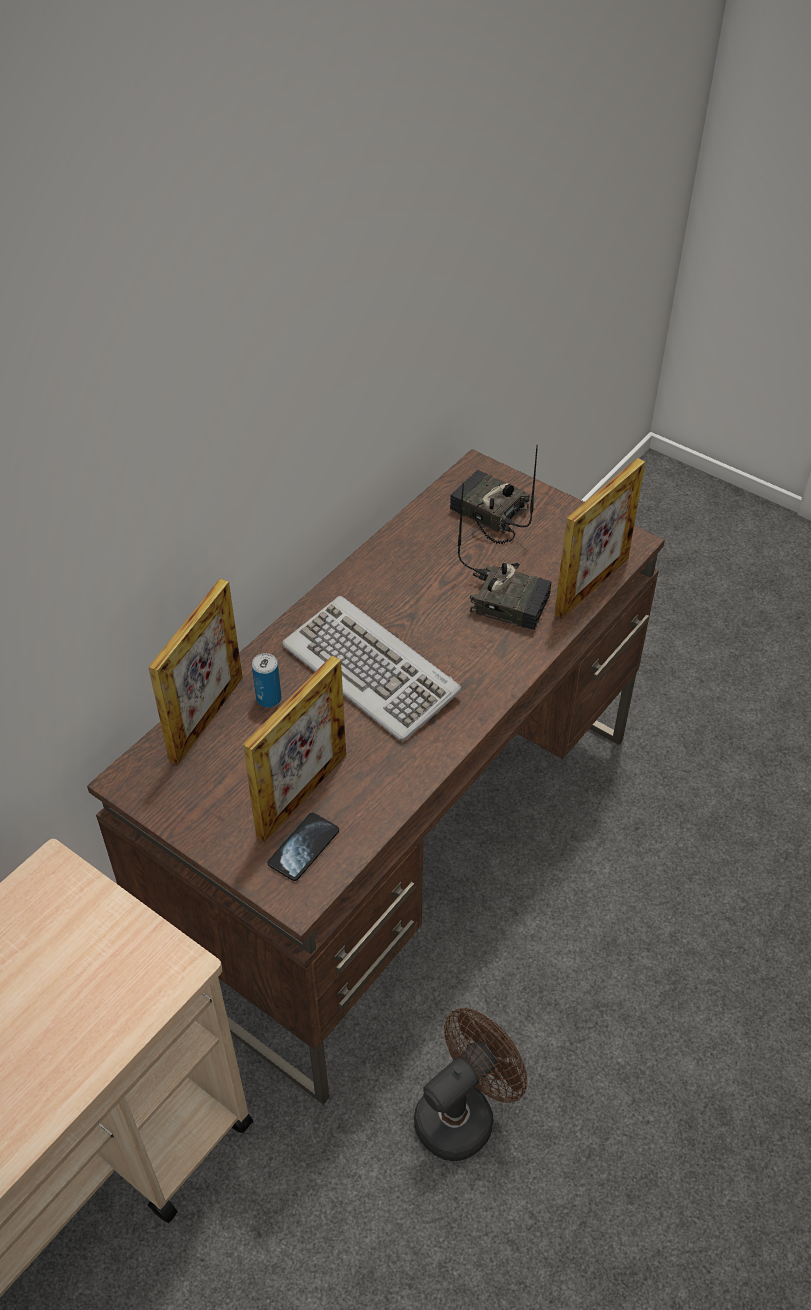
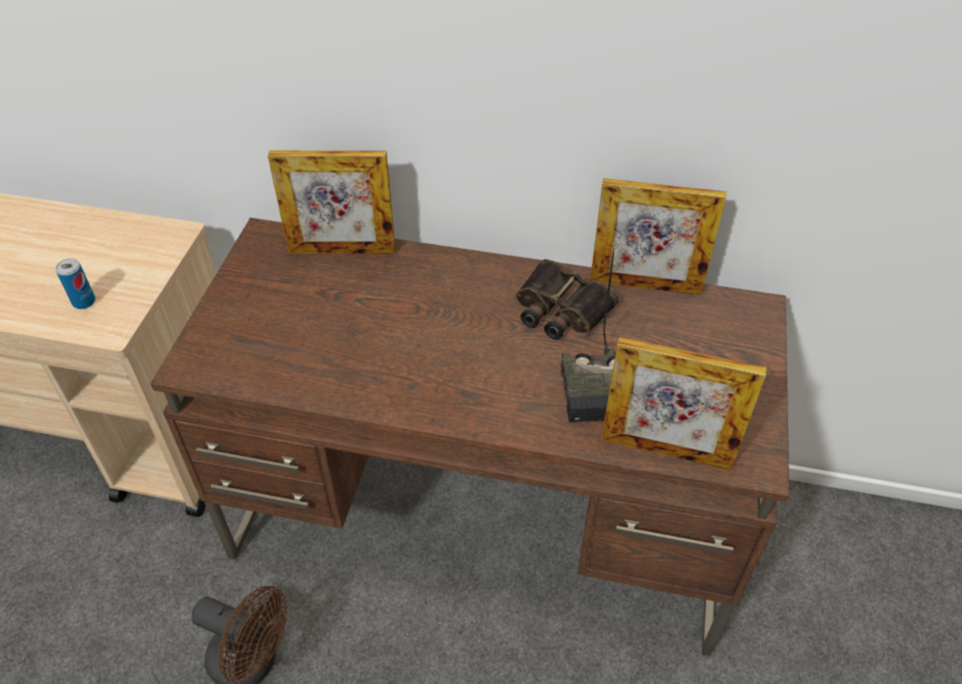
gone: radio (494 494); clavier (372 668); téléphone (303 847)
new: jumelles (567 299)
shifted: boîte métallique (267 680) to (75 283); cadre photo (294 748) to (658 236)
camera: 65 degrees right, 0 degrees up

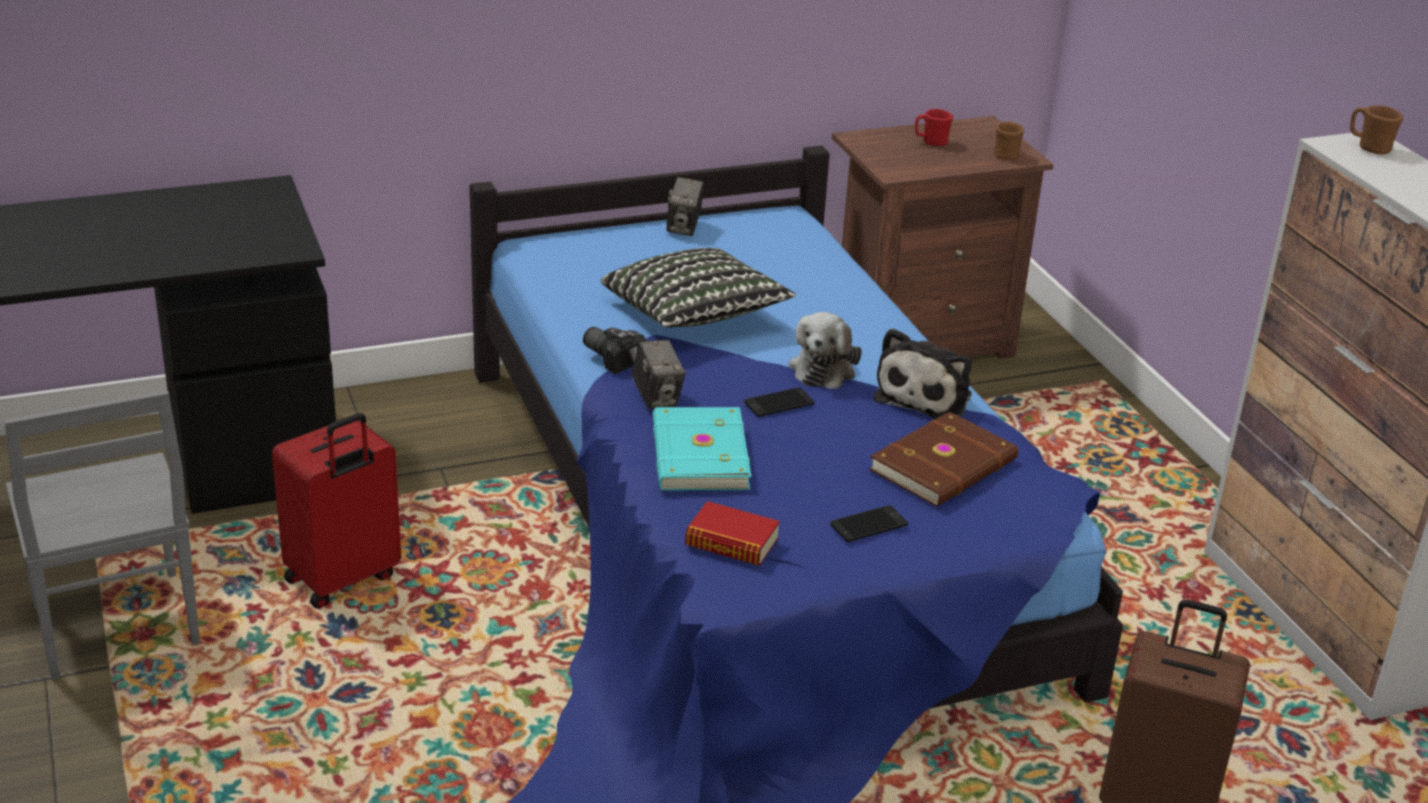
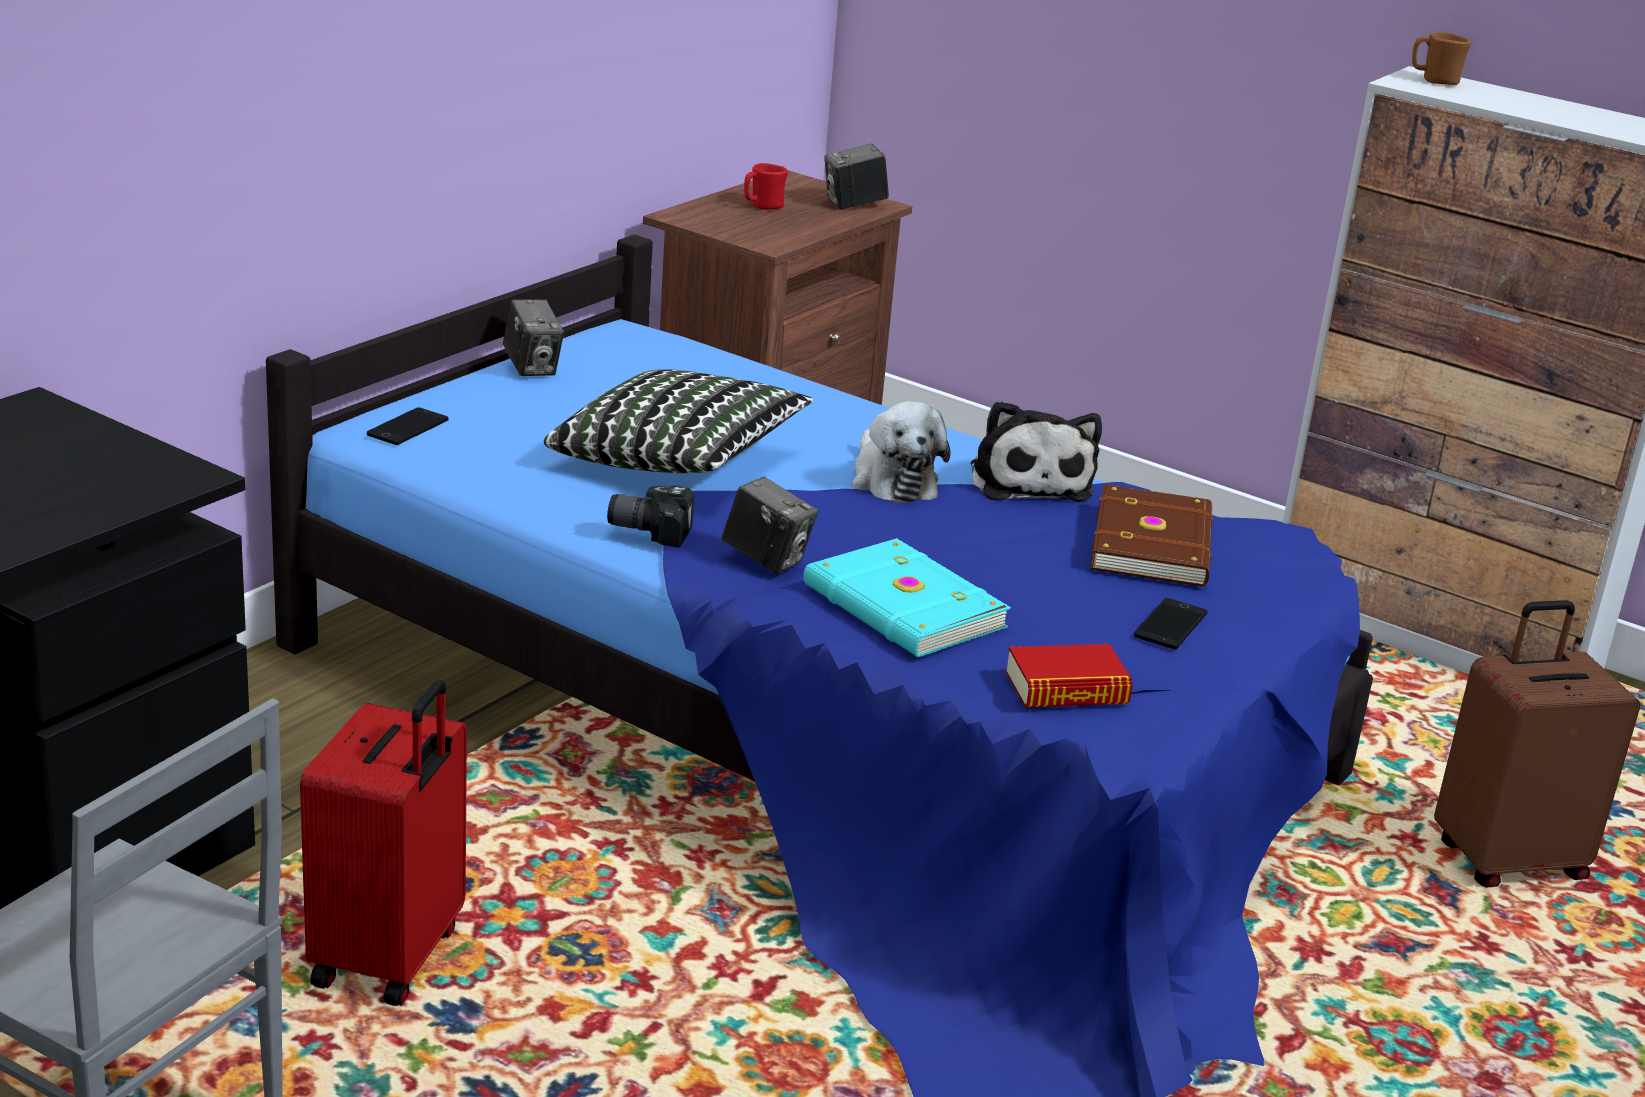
shifted: téléphone (779 402) to (407 426)
swapped: mug/marron (1009 140) to appareil photo (856 176)
camera: 35 degrees left, 5 degrees down

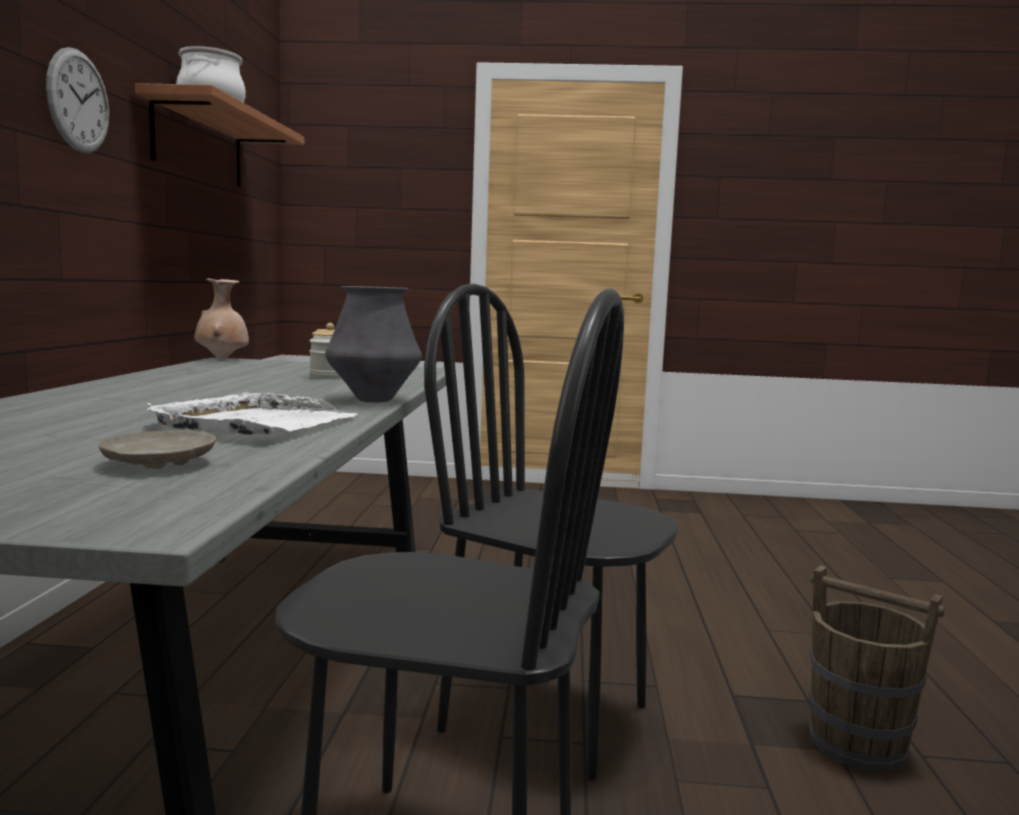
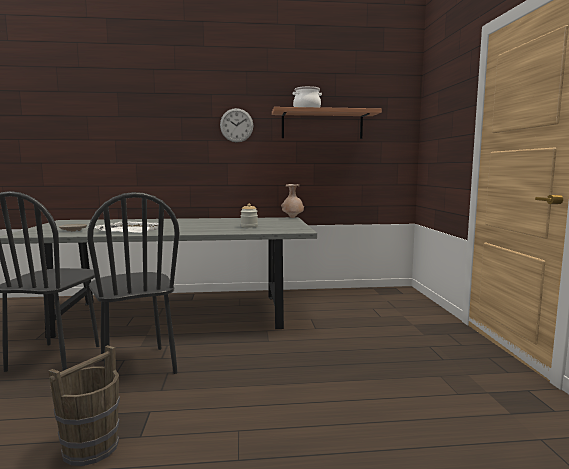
gone: vase (373 344)
rotated: chaise/noir (552 532) = (133 283) 135 degrees clockwise
camera: 80 degrees right, 0 degrees up

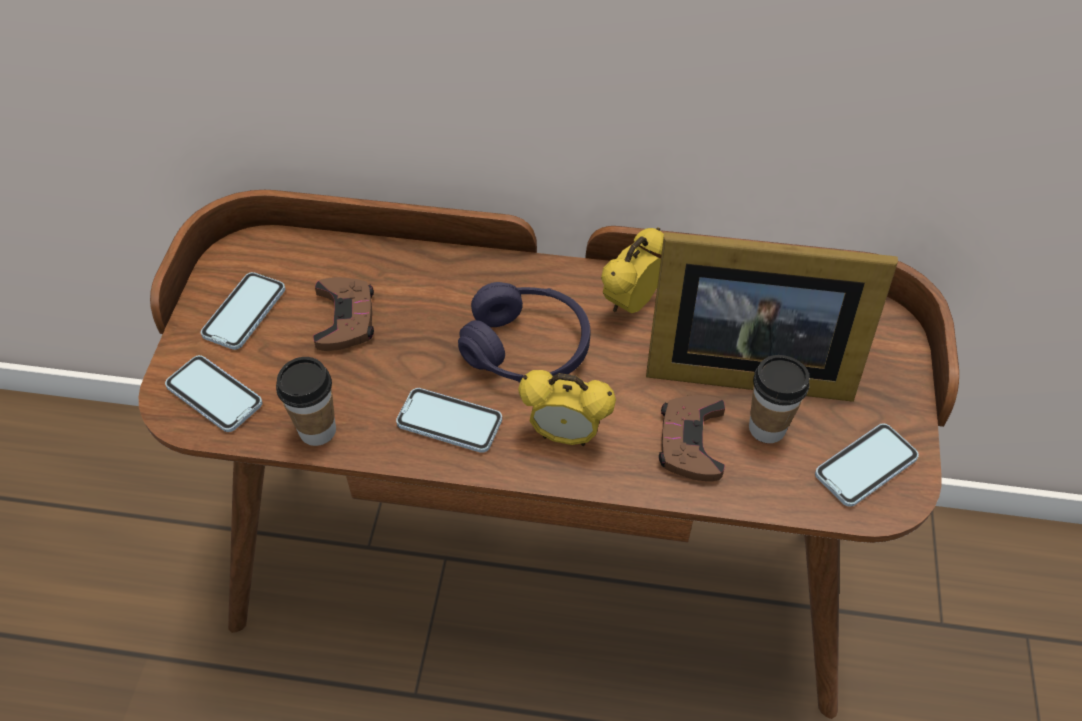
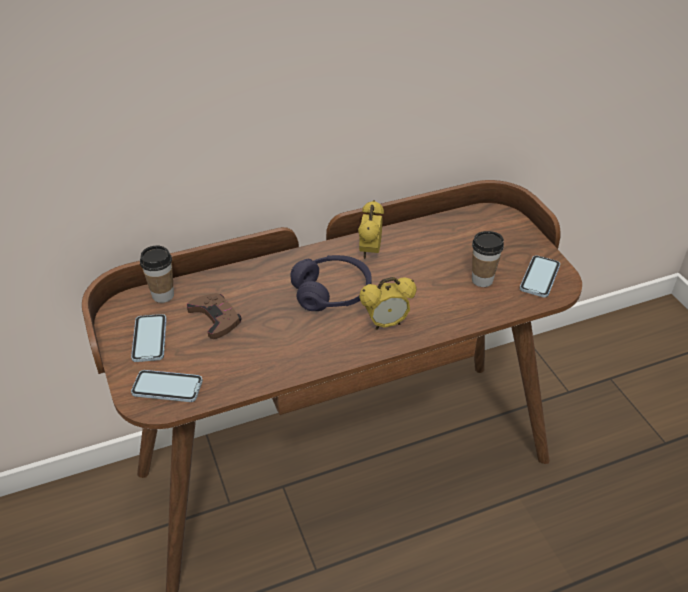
gone: cadre photo (772 317); téléphone (449 420); manette/marron (692 438)
shifted: tasse (306 401) to (157 274)
camera: 30 degrees left, 10 degrees down

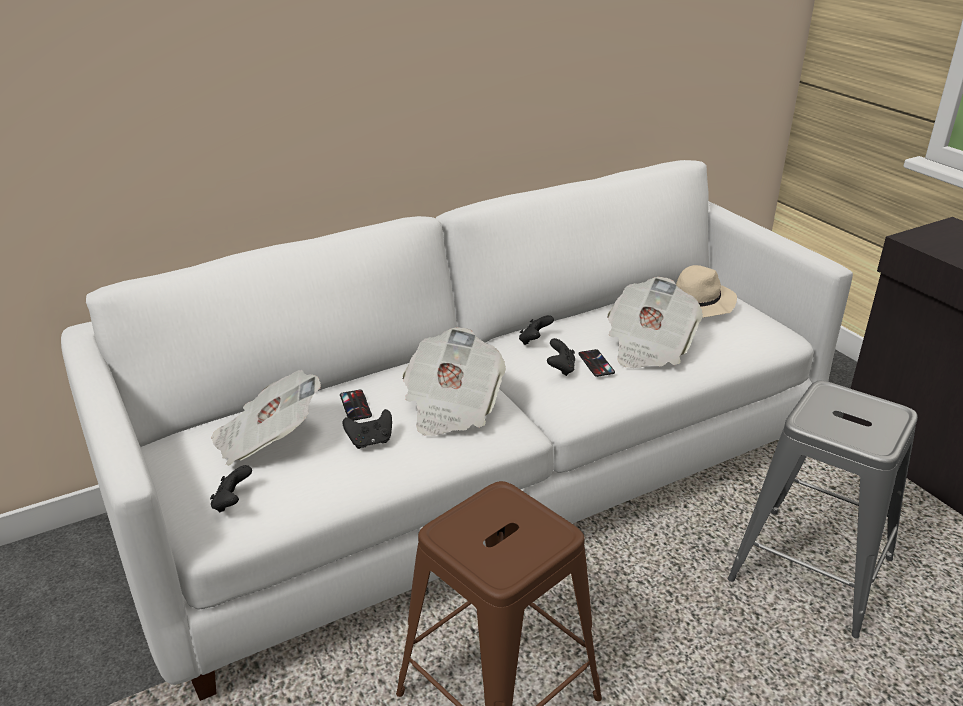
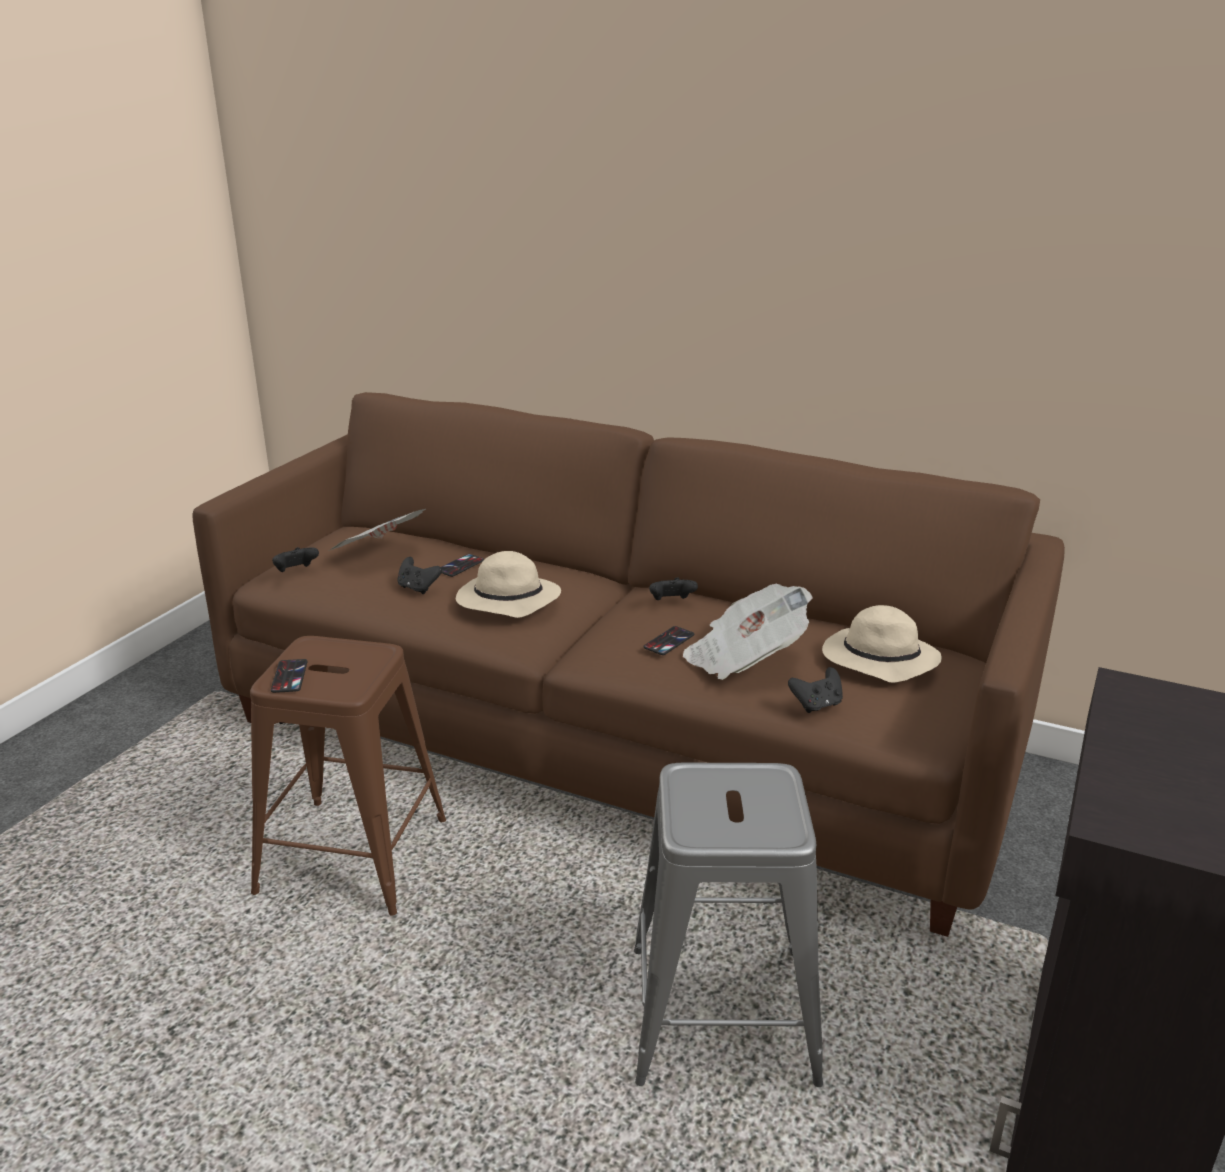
new: téléphone (289 676)
shifted: manette/noir (561 357) to (815 690)
swapped: journal (454 381) to chapeau/beige (508 584)
repainted: canapé/blanc (457 430) to canapé/marron (628 664)
camera: 55 degrees right, 5 degrees down

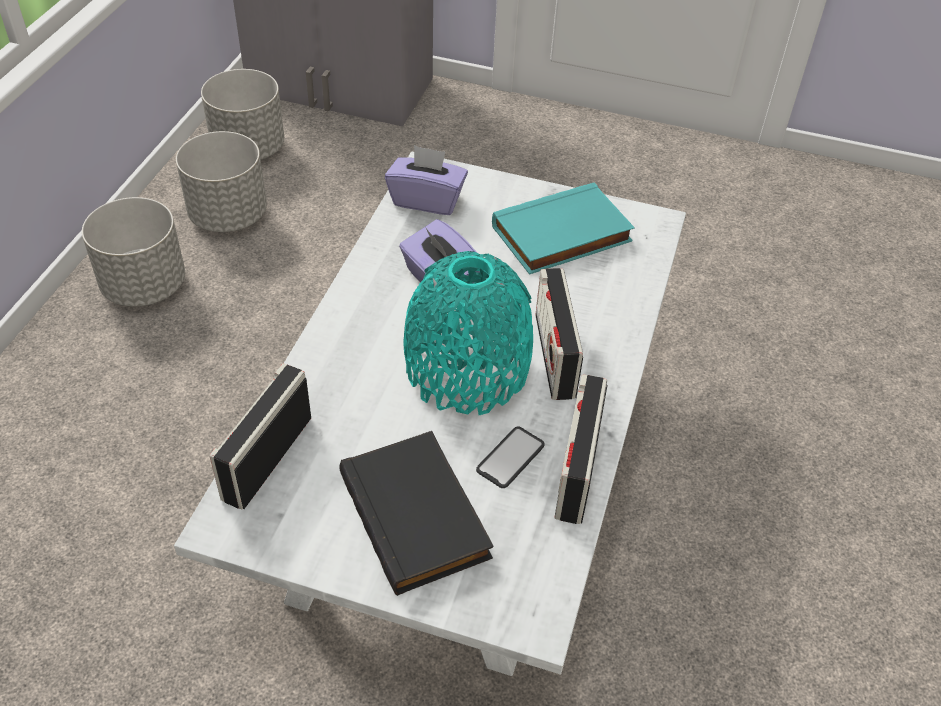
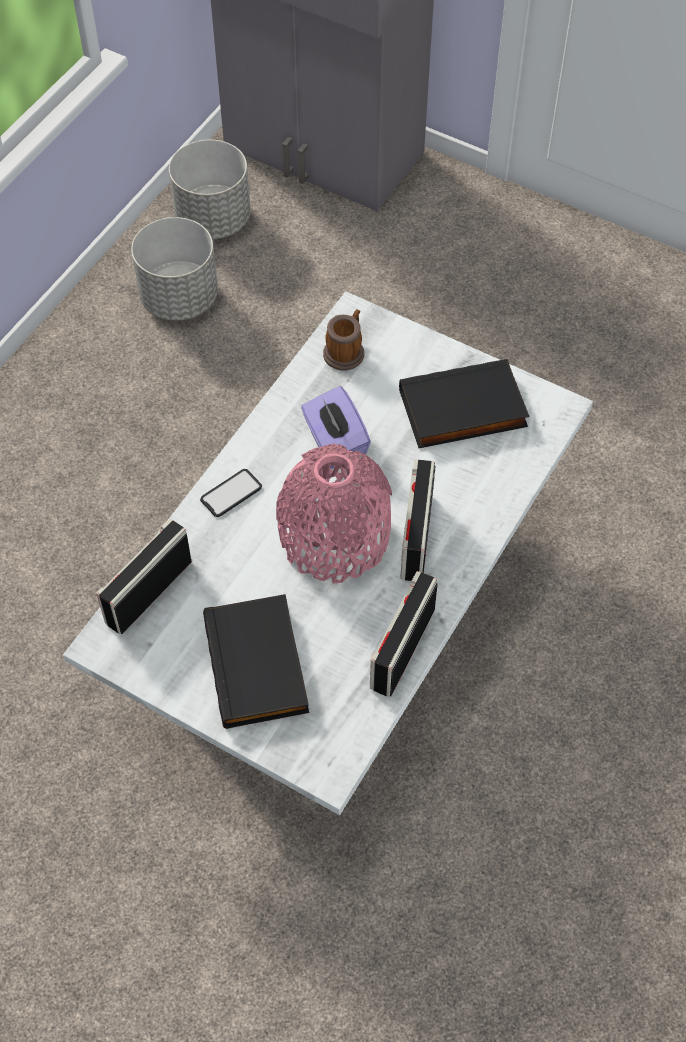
gone: cache-pot/gris (133 252)
shifted: téléphone (510 457) to (231 493)
swapped: boîte à mouchoirs/violet (426 180) to mug (343 339)
repainted: livre/turquoise (563 228) to livre/noir (464 403); vase/turquoise (468 333) to vase/rose (334 514)
camera: 15 degrees right, 10 degrees up

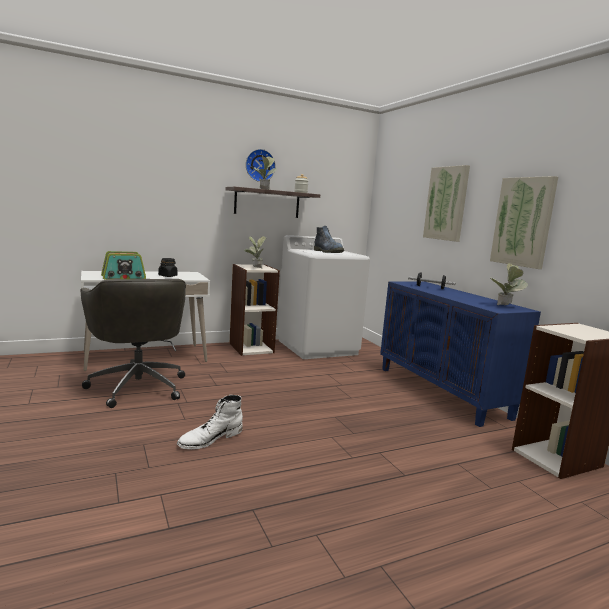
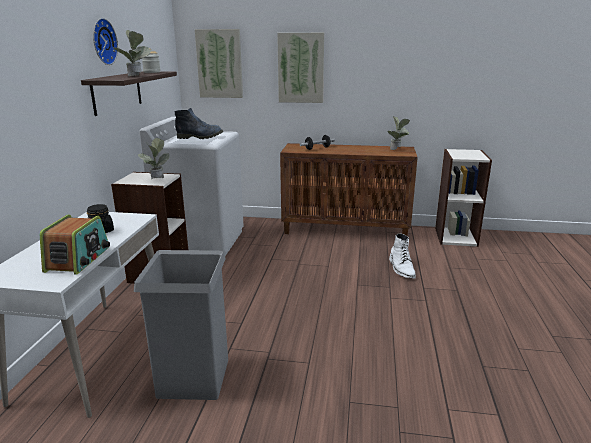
shifted: tableau (524 222) to (219 63); botte/blanc (210 422) to (402 255)
swapped: chaise de bureau/gris (133 343) to poubelle/gris (181 325)
repainted: meuble de rangement/bleu (460 354) to meuble de rangement/marron (349 189)
camera: 55 degrees left, 10 degrees up

